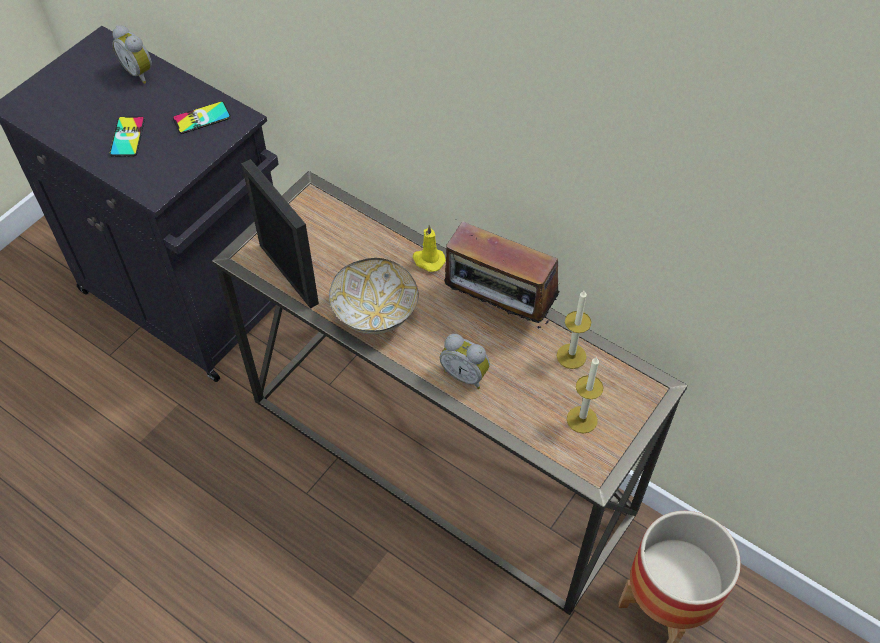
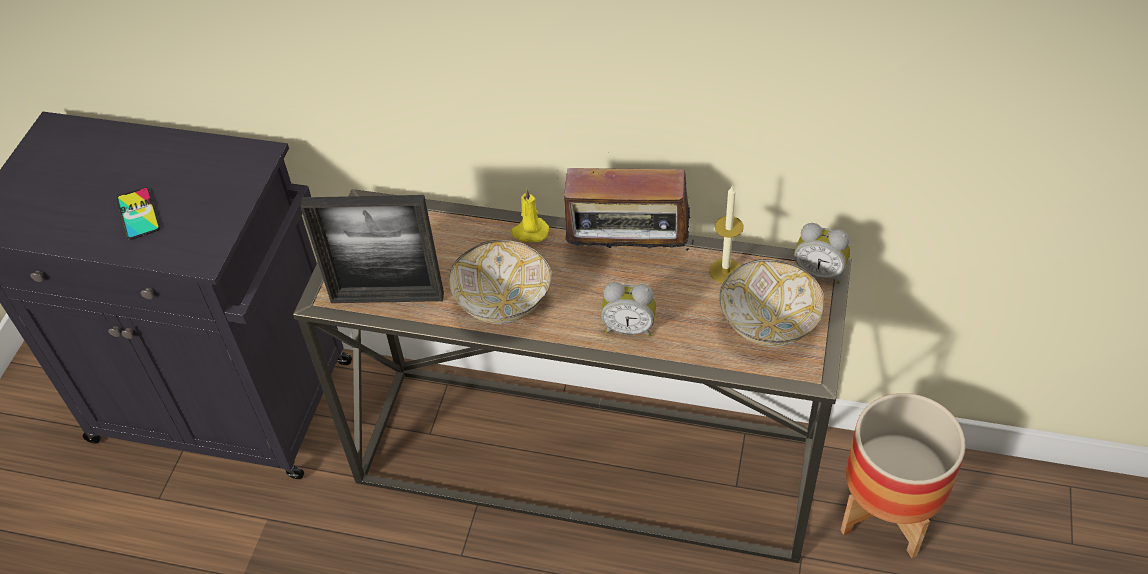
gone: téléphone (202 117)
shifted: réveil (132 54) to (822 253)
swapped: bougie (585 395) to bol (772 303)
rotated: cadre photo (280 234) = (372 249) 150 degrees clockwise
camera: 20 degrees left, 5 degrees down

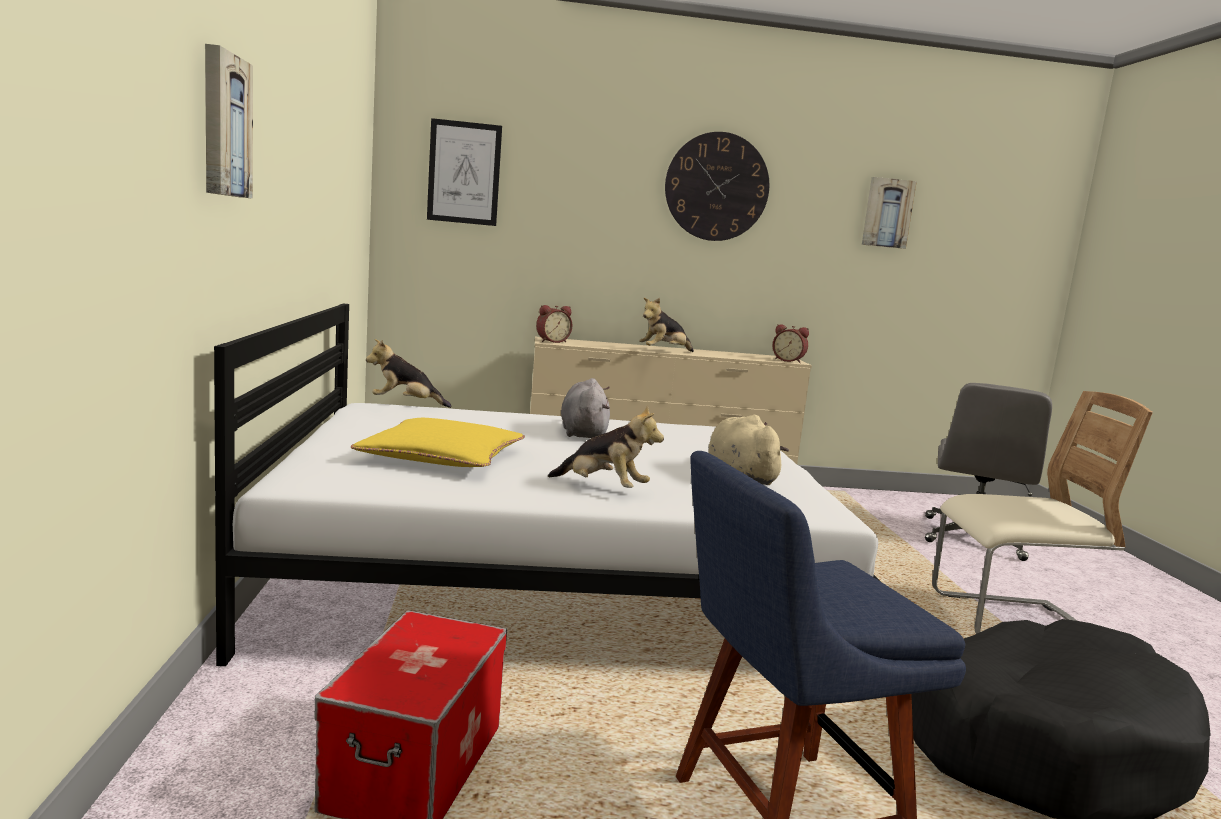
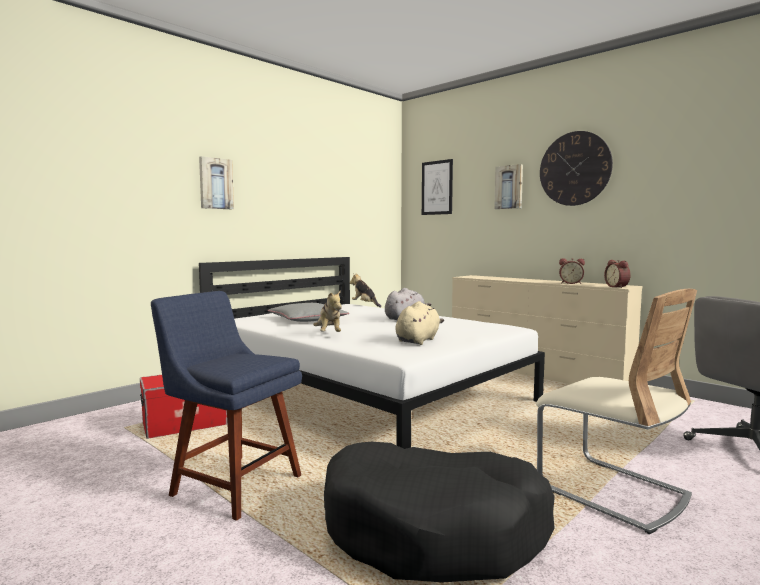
gone: peluche (666 325)
shifted: tableau (889 213) to (508 186); réveil (554 324) to (572 271)
repainted: coussin/jaune (438 442) to coussin/gris (308 312)
camera: 50 degrees right, 5 degrees down

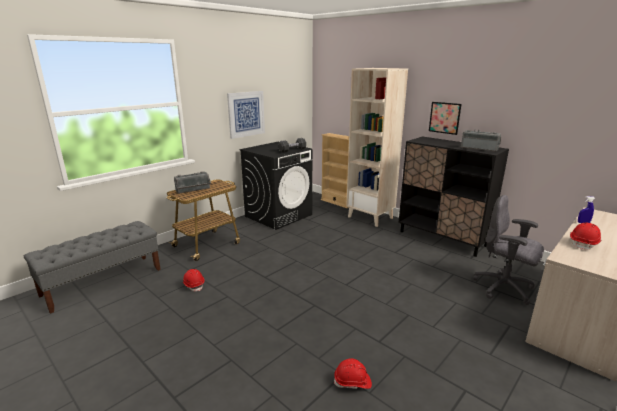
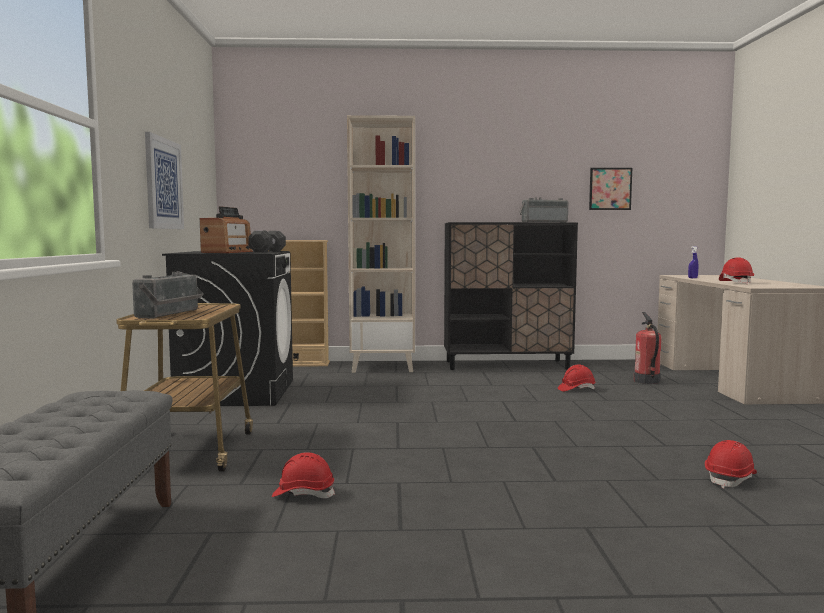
new: radio (226 229); casque de chantier/rouge (577 377)
shifted: tableau (445 118) to (610 189)
swapped: chaise de bureau/gris (509 250) to extincteur (647 348)
camera: 45 degrees left, 15 degrees down

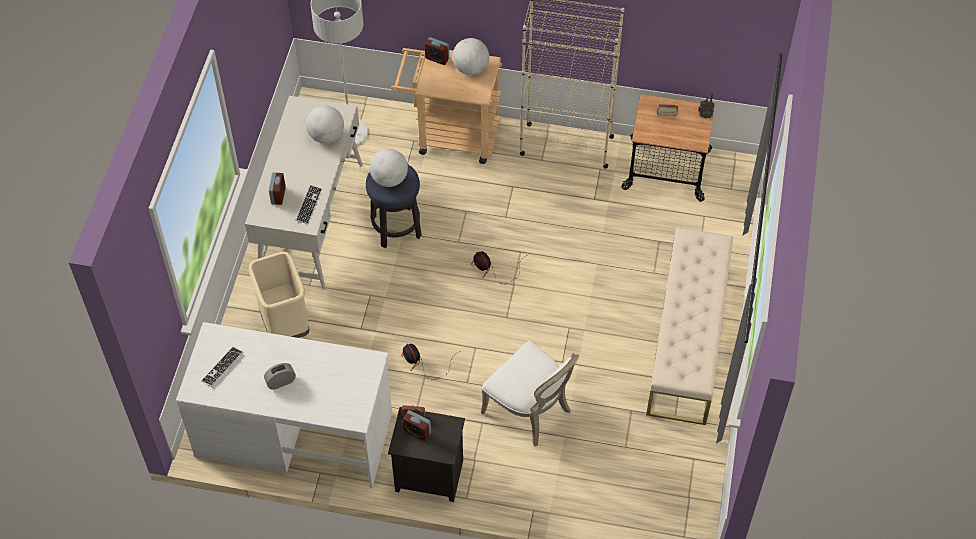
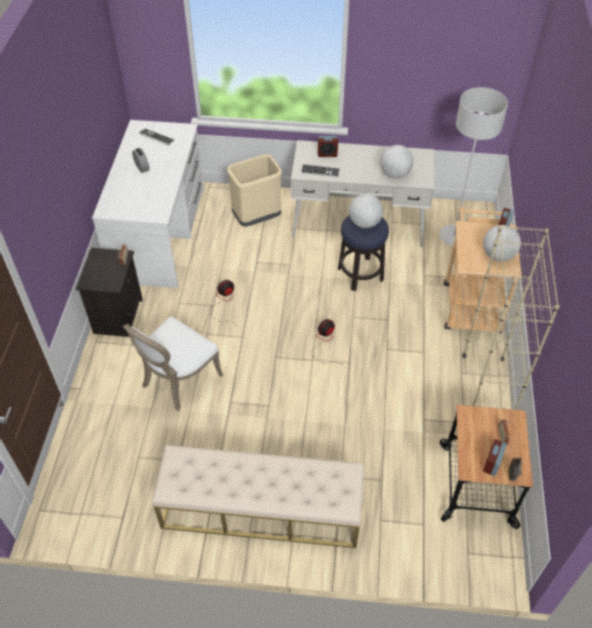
shifted: réveil (417 425) to (495 457)
camera: 85 degrees right, 5 degrees down

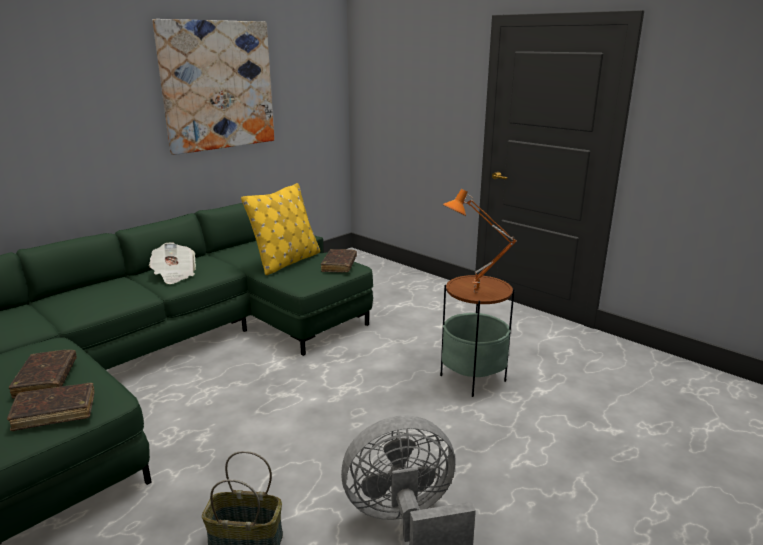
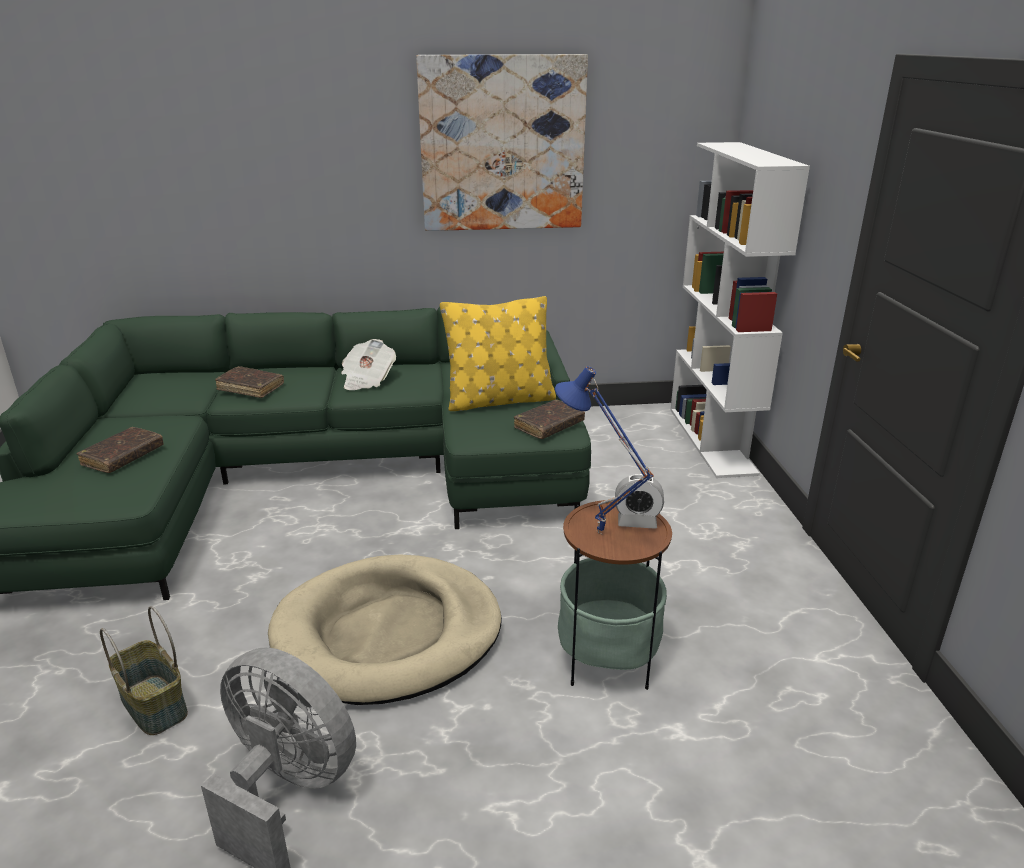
new: bibliothèque/blanc (740 310); réveil (639 501); panier pour chien/beige (385 629)
shifted: livre/marron (50 407) to (249 382)
repainted: lampe de table/orange (480 240) to lampe de table/bleu (604 450)
camera: 40 degrees right, 5 degrees up

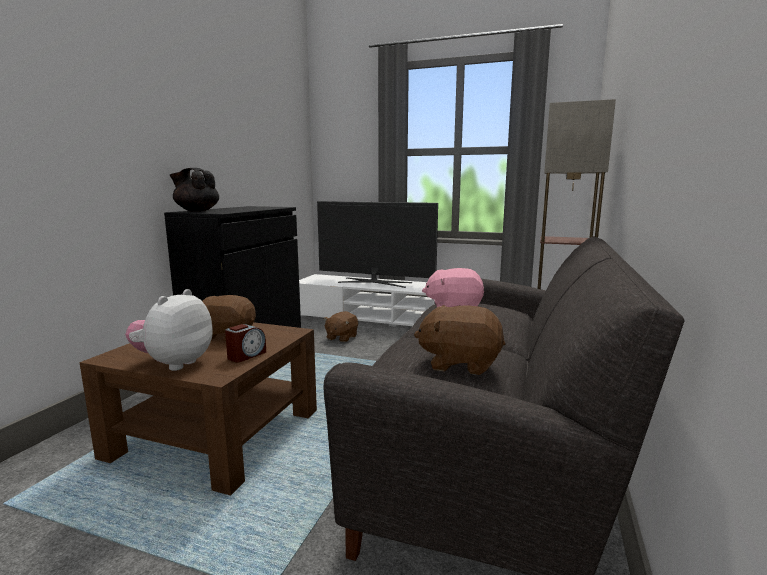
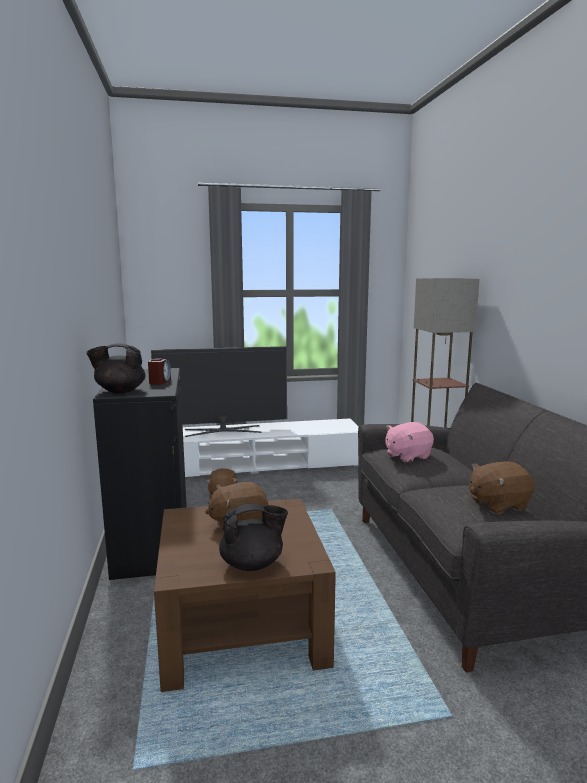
shifted: réveil (245 343) to (159 371)
swapped: peluche (169 330) to théière/noir (253 537)
camera: 30 degrees left, 0 degrees up

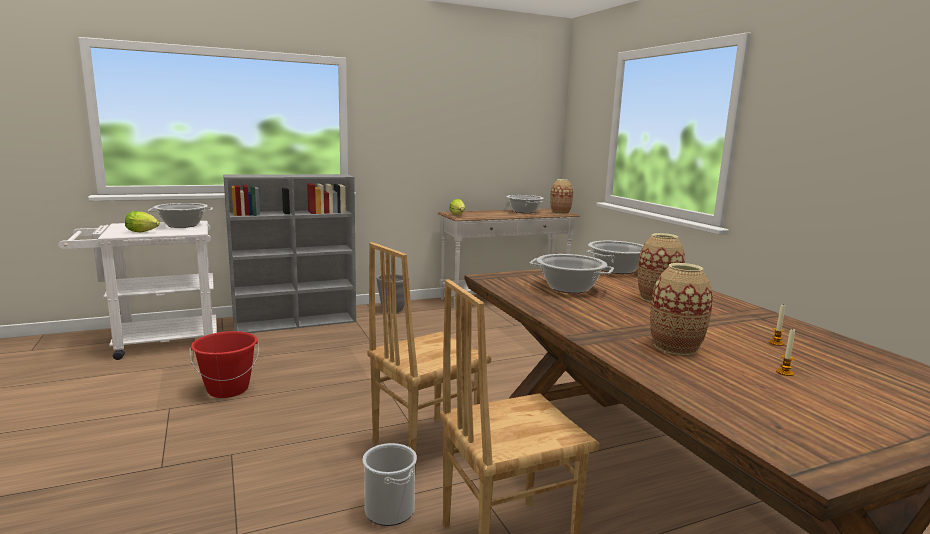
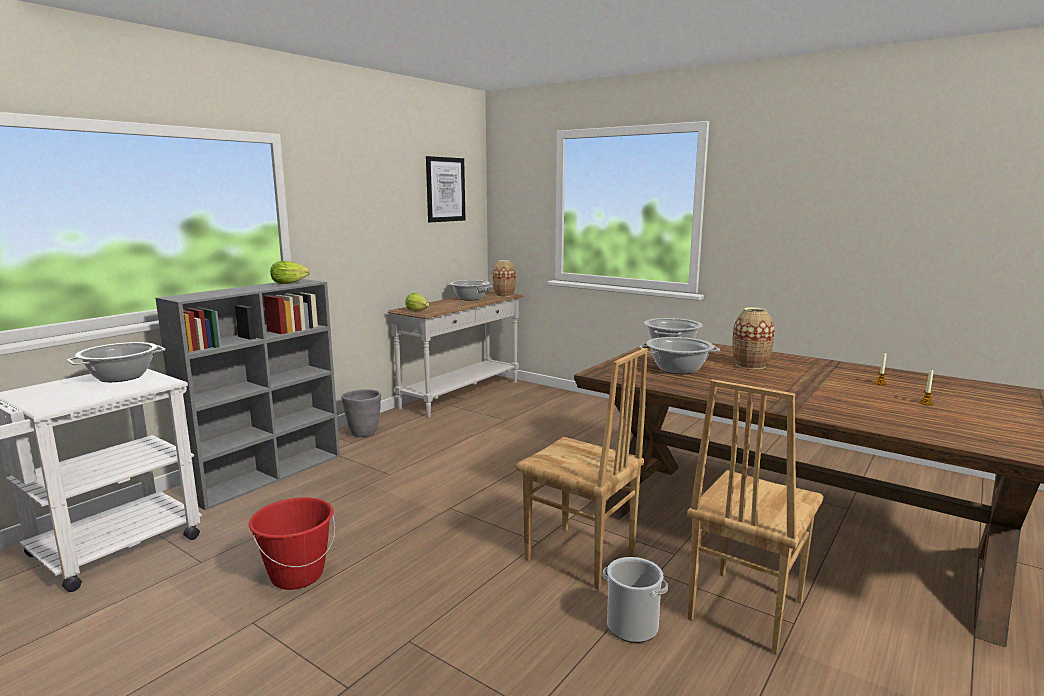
gone: vase (681 309)
new: tableau (445 189)
shifted: laitue (142 221) to (290 272)
rotated: chaise/marron (429 356) = (582 469) 75 degrees counterclockwise
camera: 30 degrees left, 0 degrees up

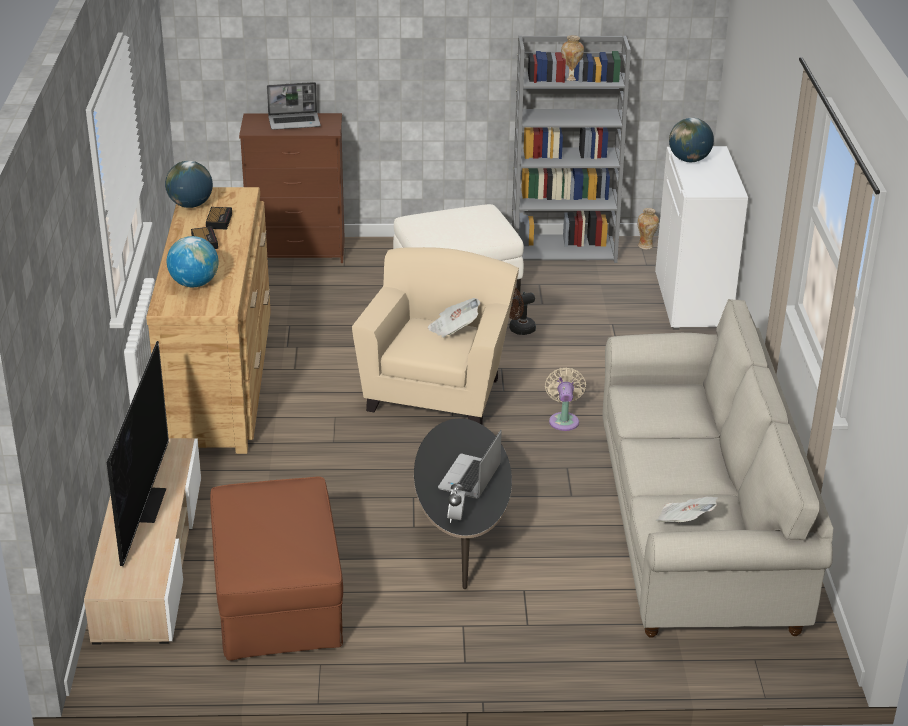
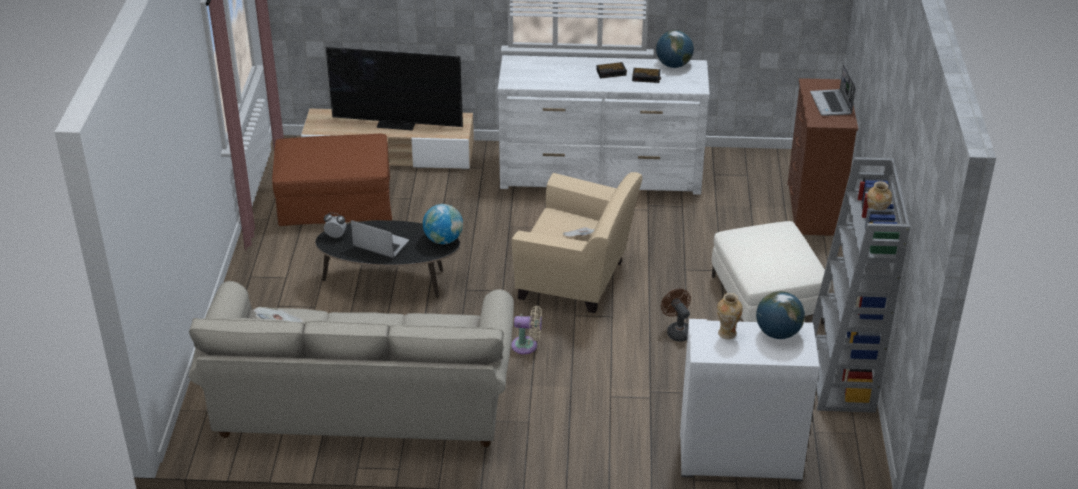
shifted: vase (648 228) to (730 316); globe (192 261) to (443 224)
repainted: commode/marron (208 320) to commode/blanc (603 125)
camera: 95 degrees right, 5 degrees up

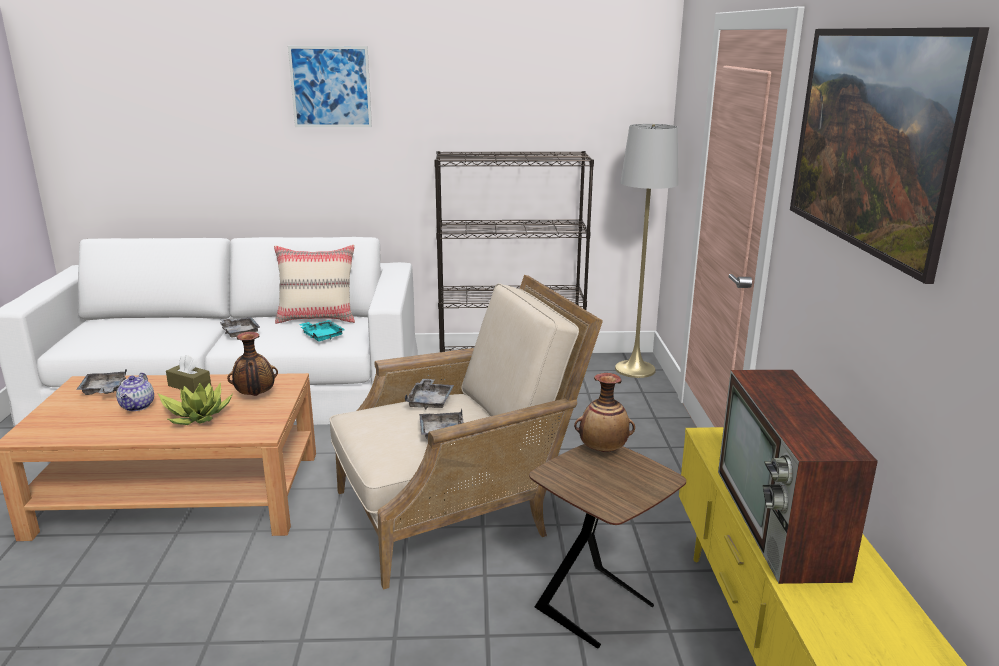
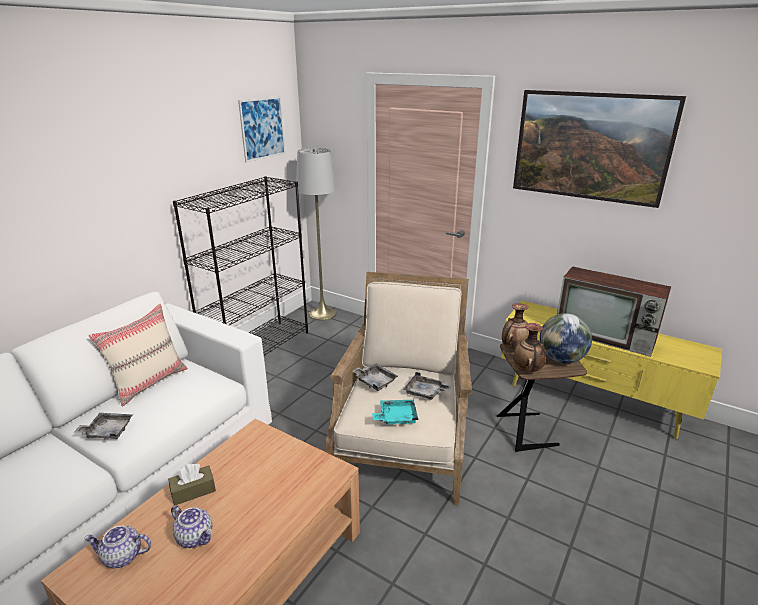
gone: plante en pot (195 403)
new: globe (566 338)
shifted: tableau (330 86) to (262 129); plateau/turquoise (322 331) to (395 412); vase (252 364) to (529 347)
swapped: plateau/gris (101 381) to théière (117 546)
camera: 55 degrees left, 5 degrees up

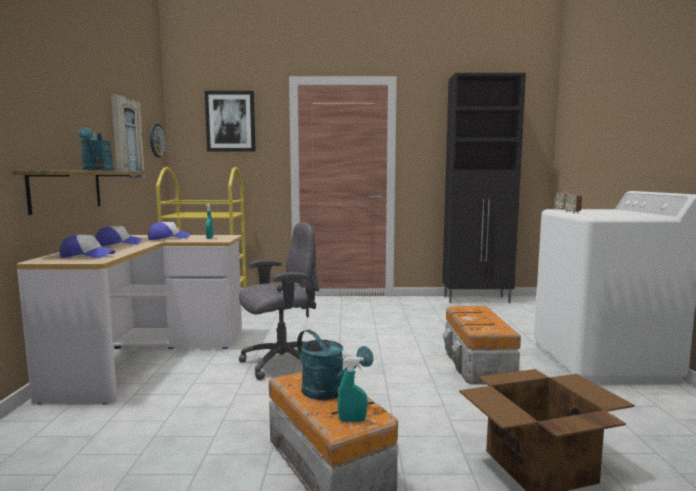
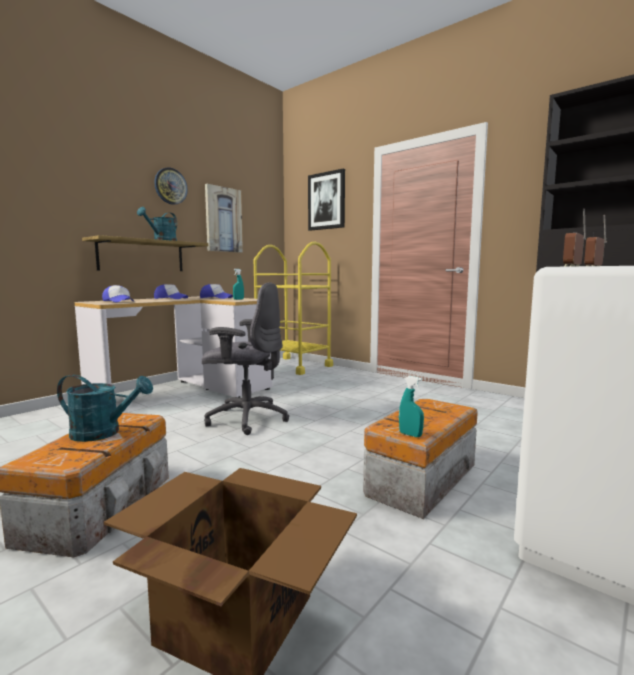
shifted: horloge murale (158 141) to (171 186); vaporisateur/turquoise (352 389) to (411 406)
rotated: arrosoir/turquoise (335 365) = (105 408) 75 degrees counterclockwise
camera: 40 degrees right, 0 degrees up

